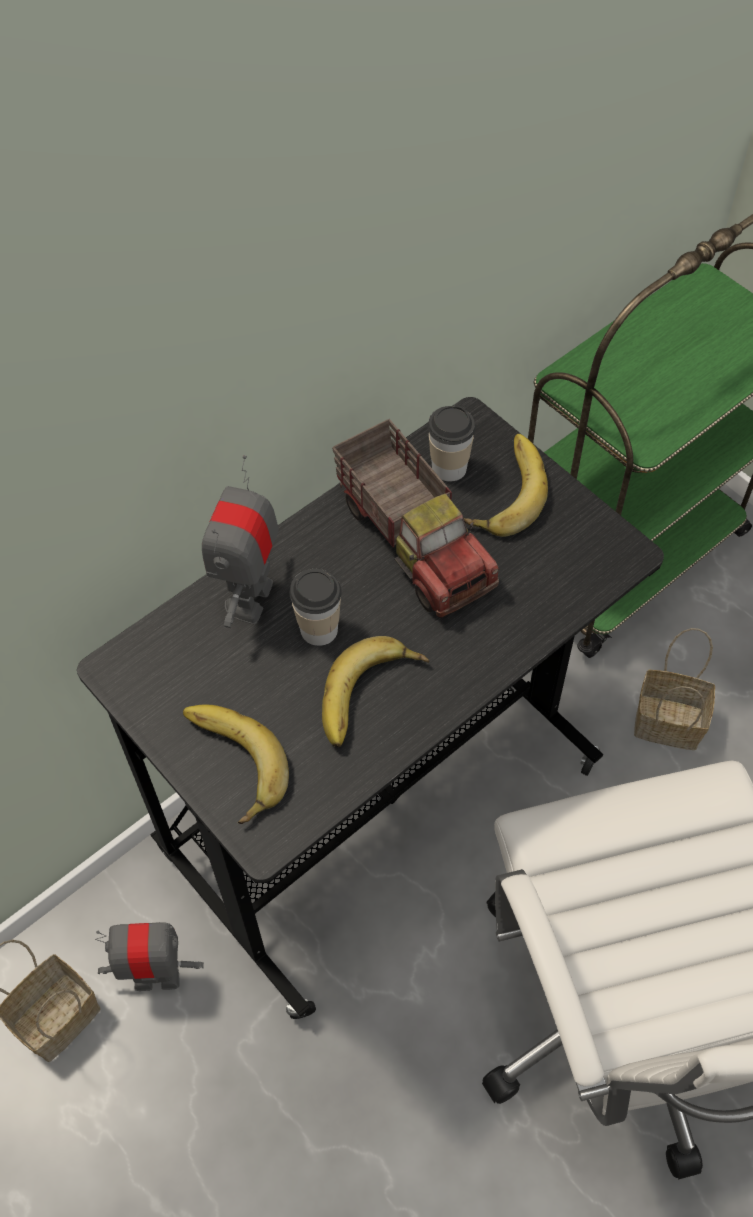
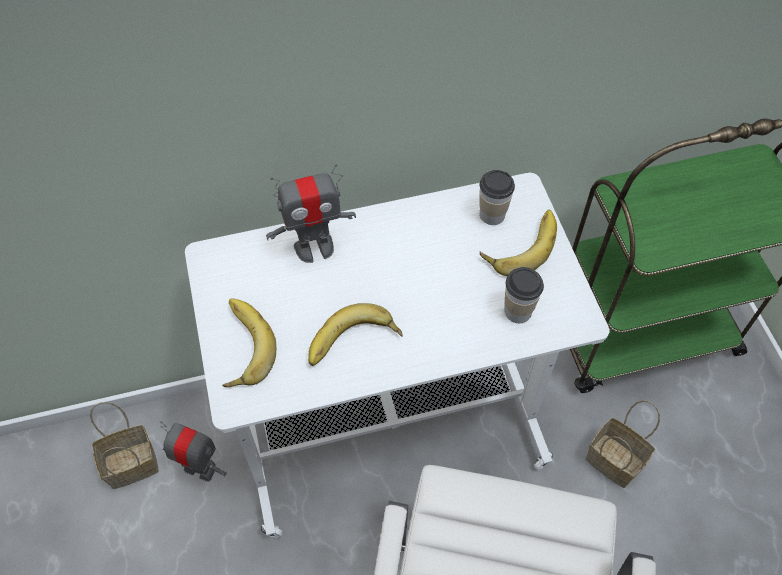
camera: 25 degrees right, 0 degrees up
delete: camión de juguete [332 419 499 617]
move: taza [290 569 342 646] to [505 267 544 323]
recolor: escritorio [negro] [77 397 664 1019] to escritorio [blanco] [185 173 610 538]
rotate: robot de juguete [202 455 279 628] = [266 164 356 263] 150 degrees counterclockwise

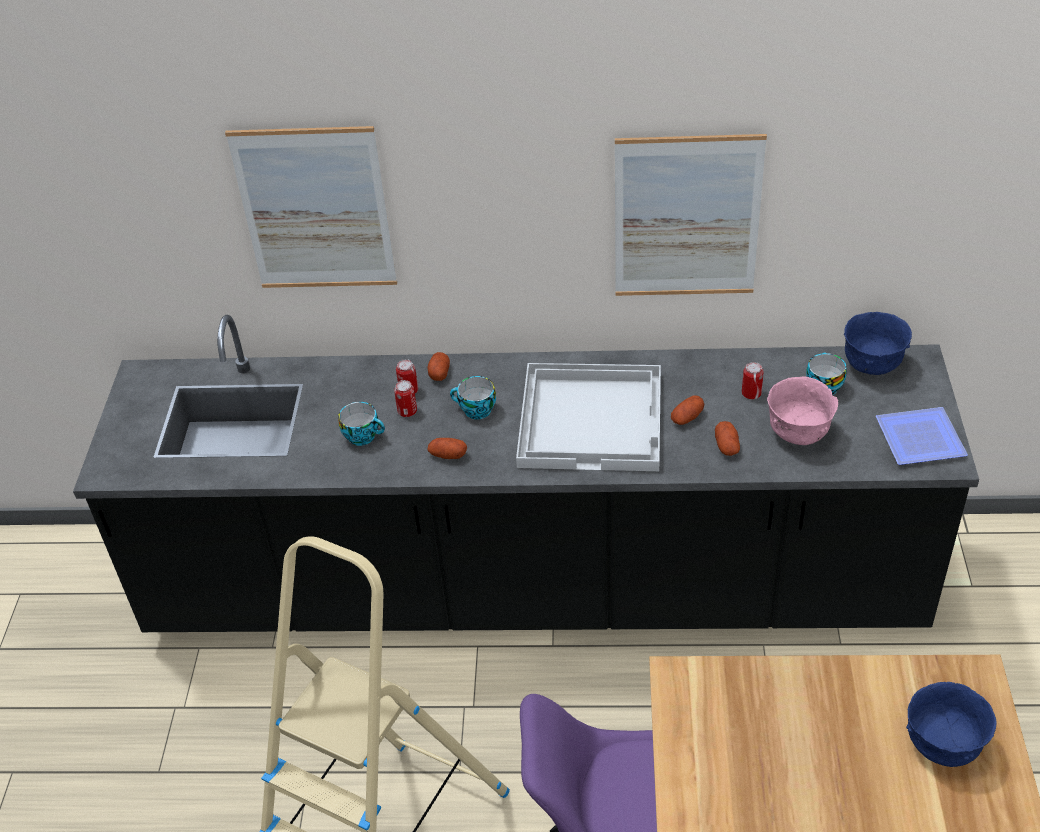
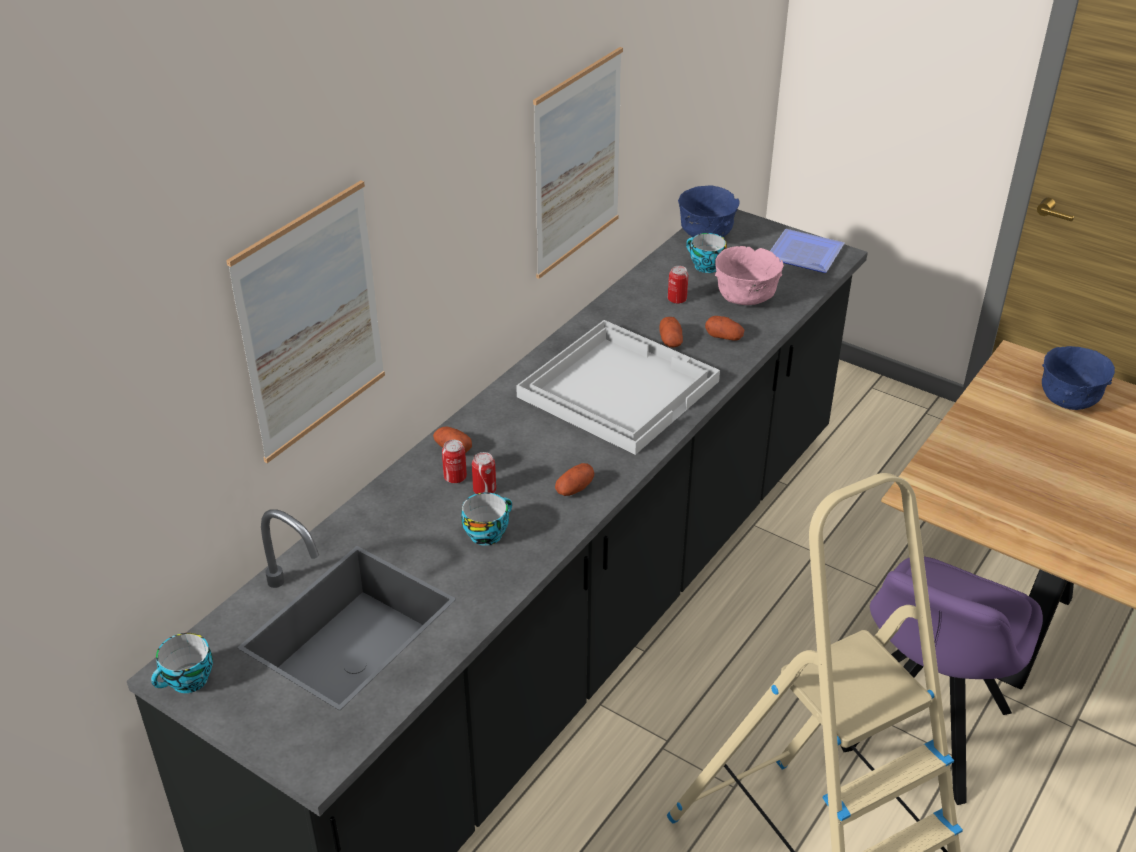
camera: 60 degrees left, 5 degrees down
move: taza [450 376 496 419] to [151 633 213 693]

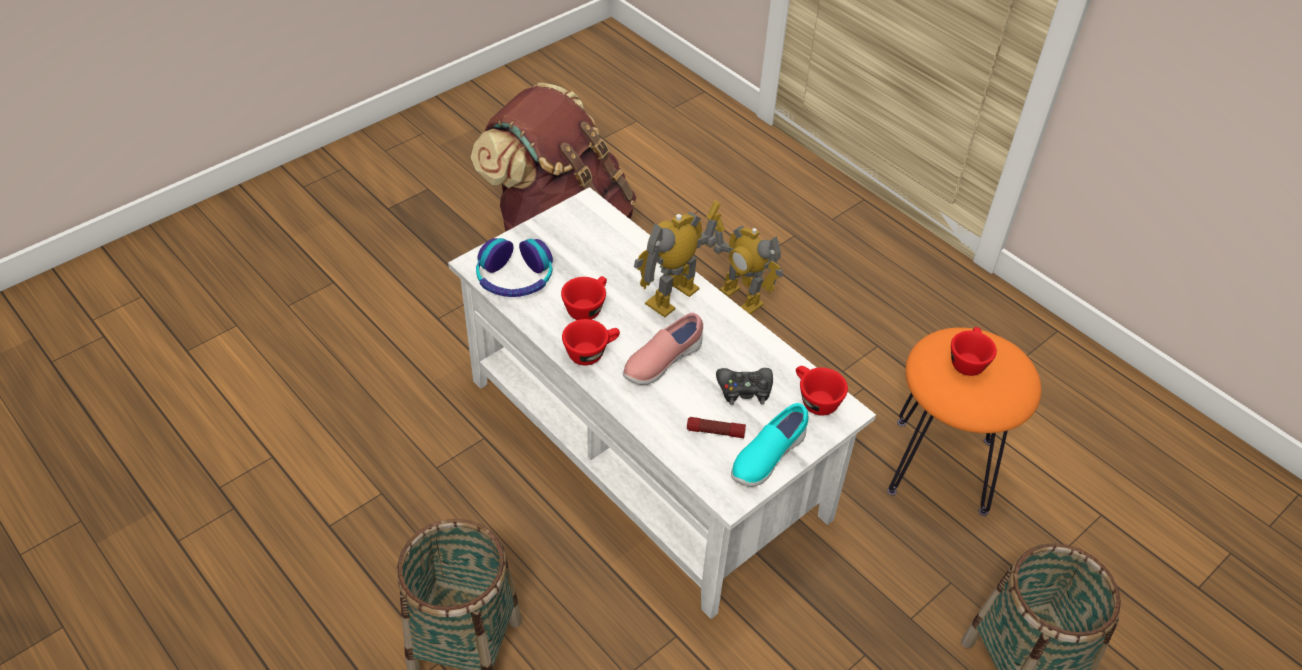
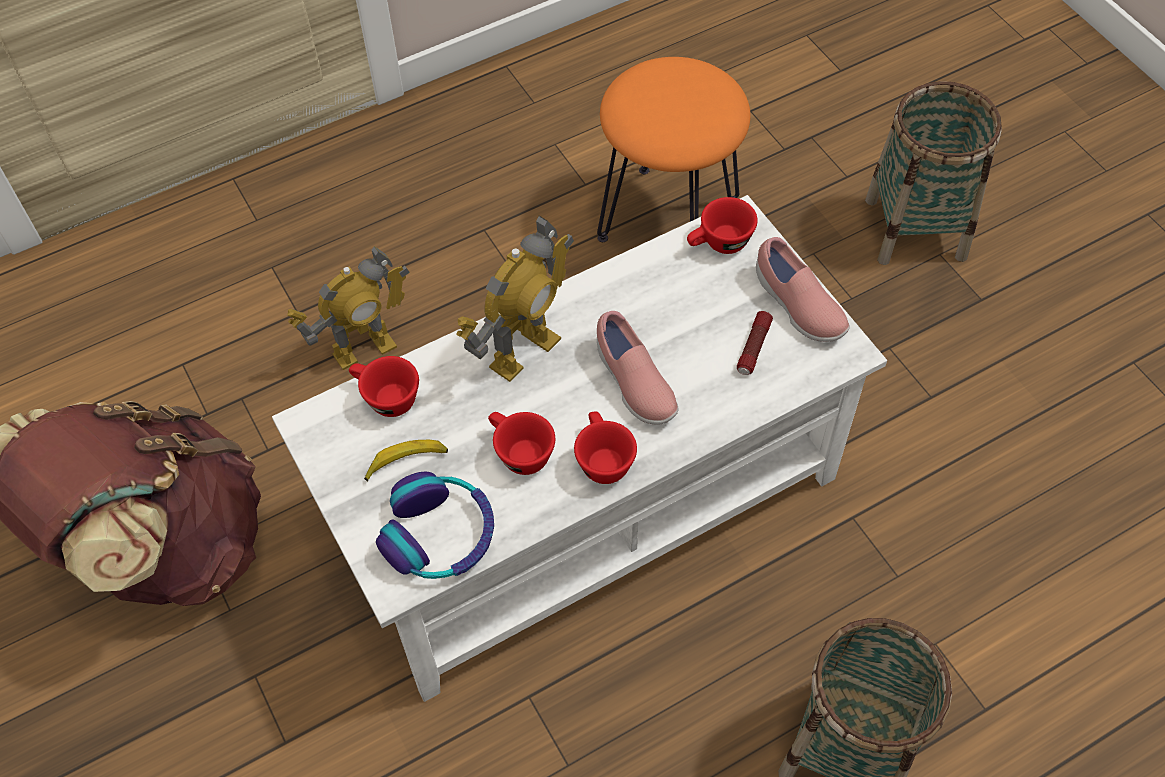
camera: 75 degrees left, 10 degrees up
delete: mando de consola [negro] [716 368 773 405]
insert: plátano [364 440 448 481]
move: taza [rojo] [951 327 997 376] to [349 356 419 417]
recolor: zapato [turquesa] [731 403 808 487] to zapato [rosa] [756 237 850 342]
rotate: robot de juguete [634 201 722 317] = [456 215 574 382] 105 degrees counterclockwise

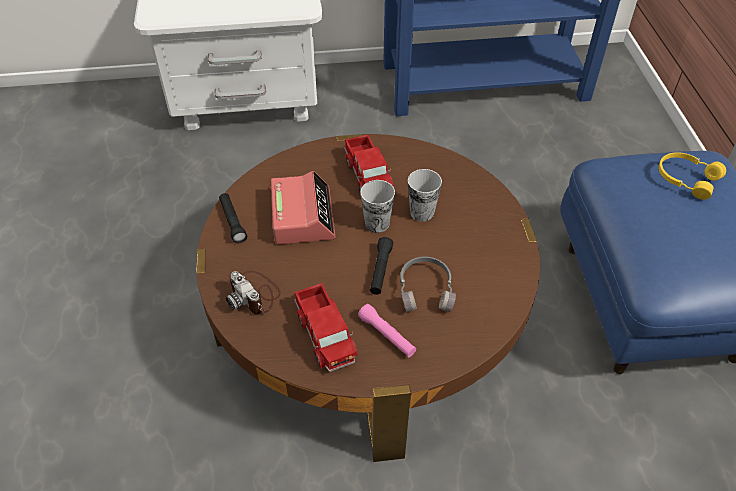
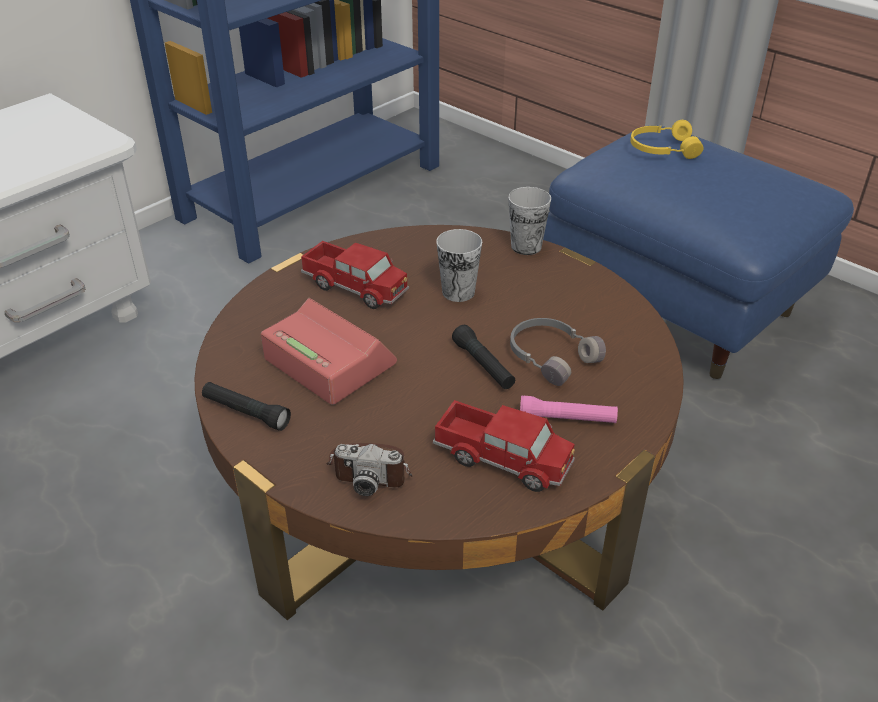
camera: 40 degrees left, 10 degrees down
move: taza [360 180 395 233] to [508 187 551 255]

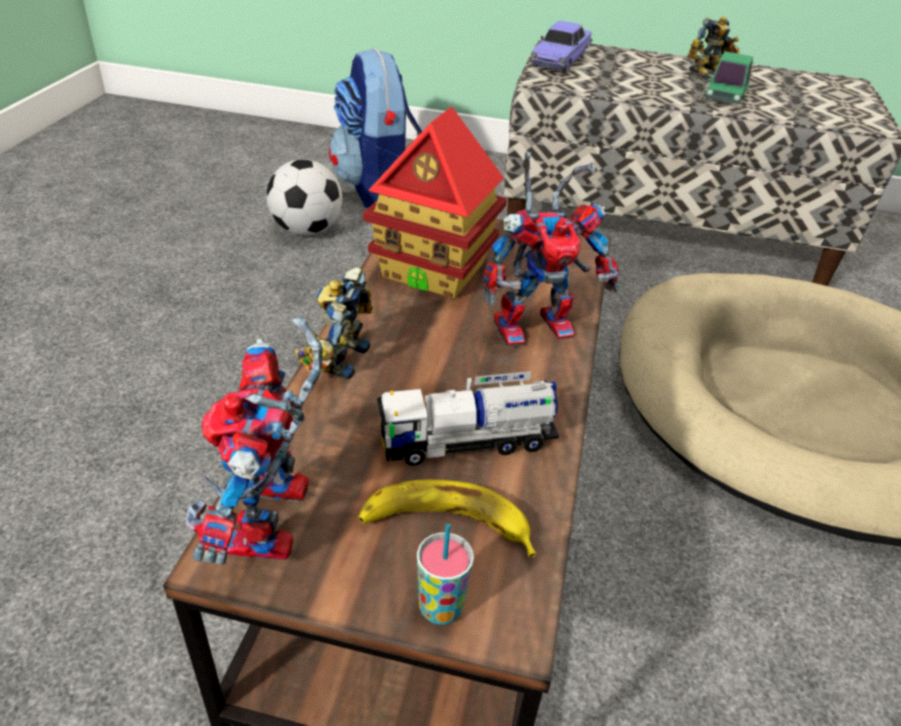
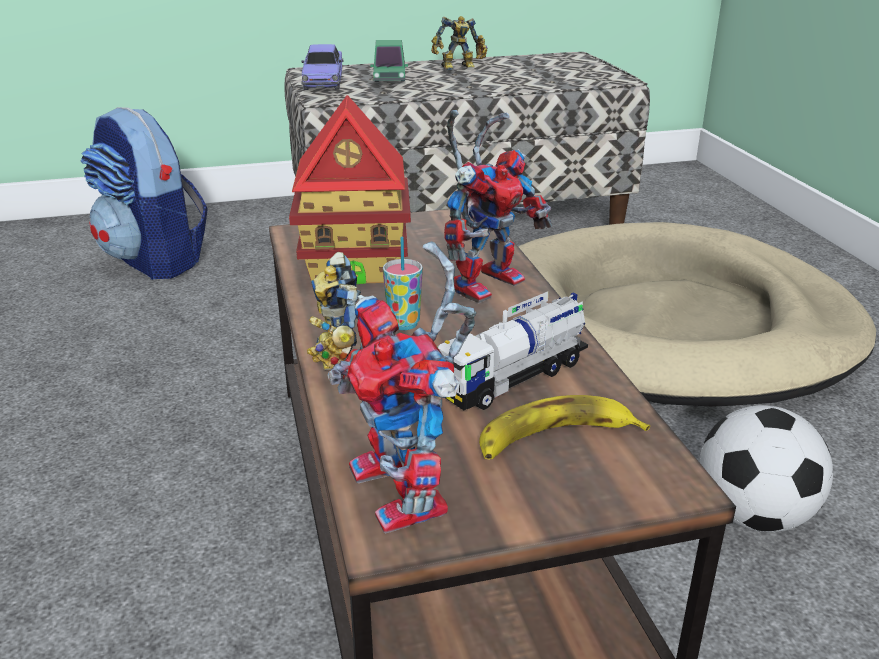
camera: 25 degrees left, 10 degrees down
move: coche de juguete [705 51 753 104] to [370 40 408 82]; balón de fútbol [266 159 342 235] to [699 405 833 532]; taza [417 524 474 625] to [383 237 423 330]
rotate: robot de juguete [688 17 740 76] = [431 16 487 70] 45 degrees clockwise

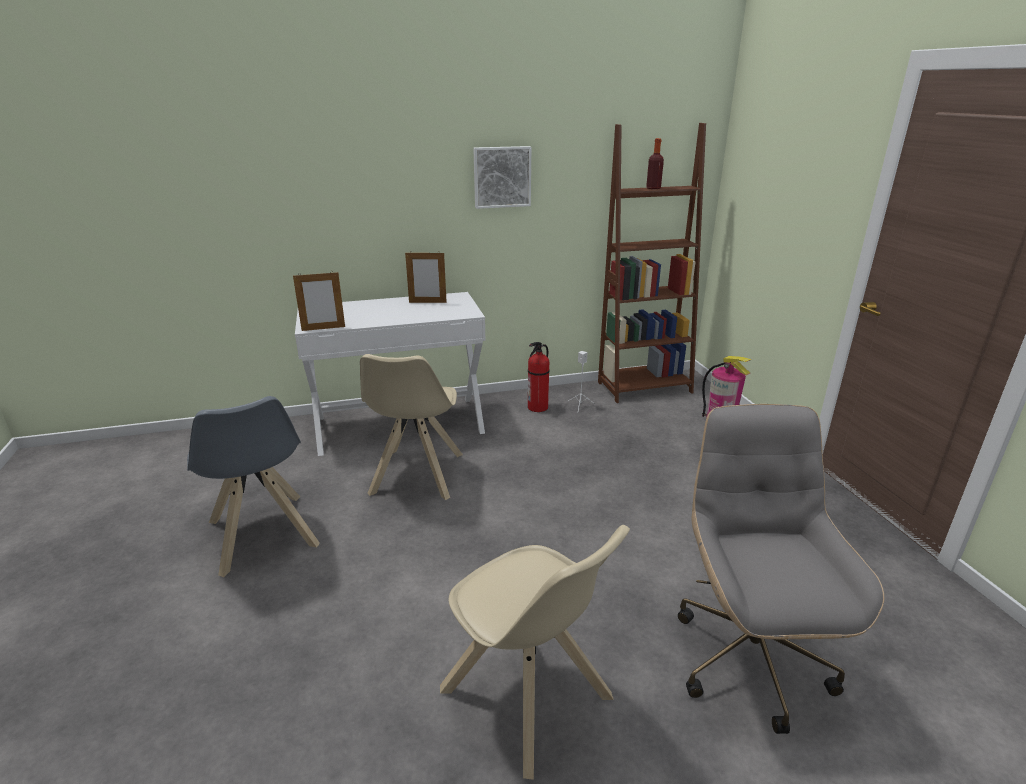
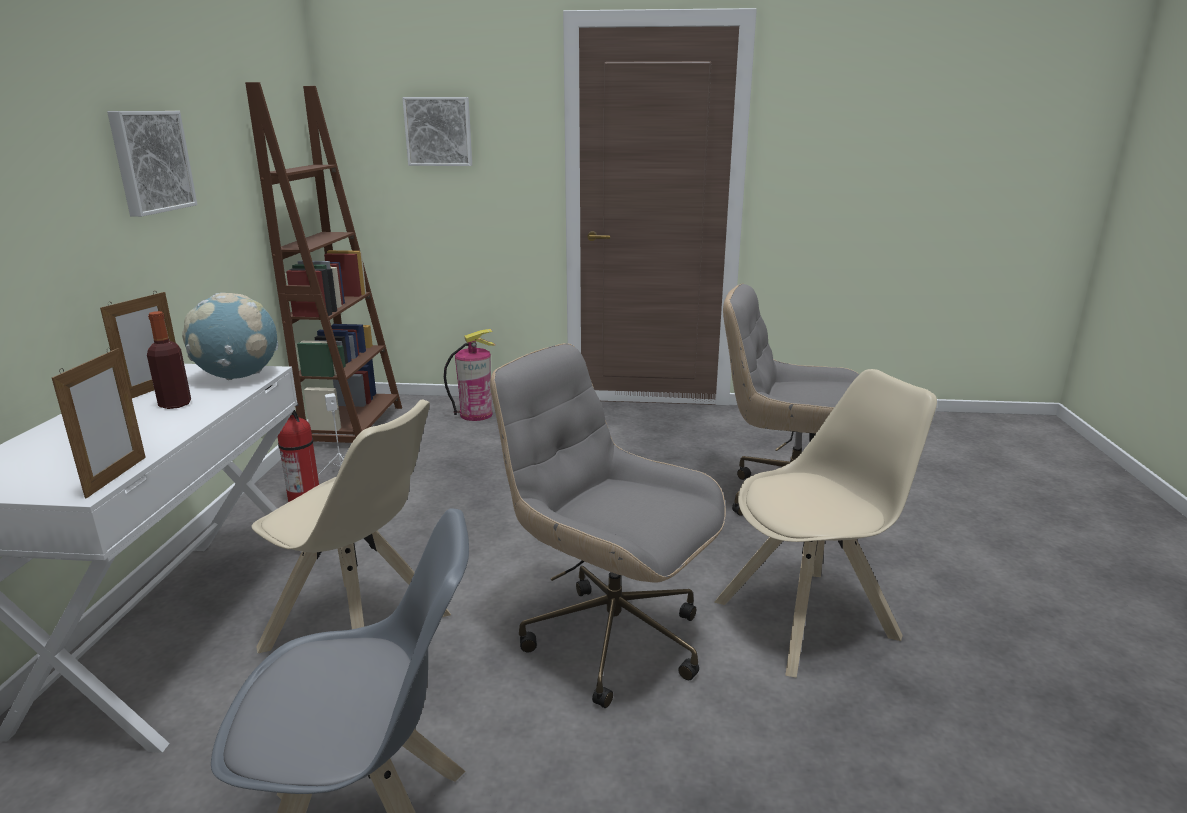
camera: 70 degrees left, 5 degrees down
insert: cuadro [402 97 472 166]; globo terráqueo [182 293 279 380]; silla de oficina [gris] [490 343 726 708]
move: botella [646 138 664 189] to [147 311 191 409]

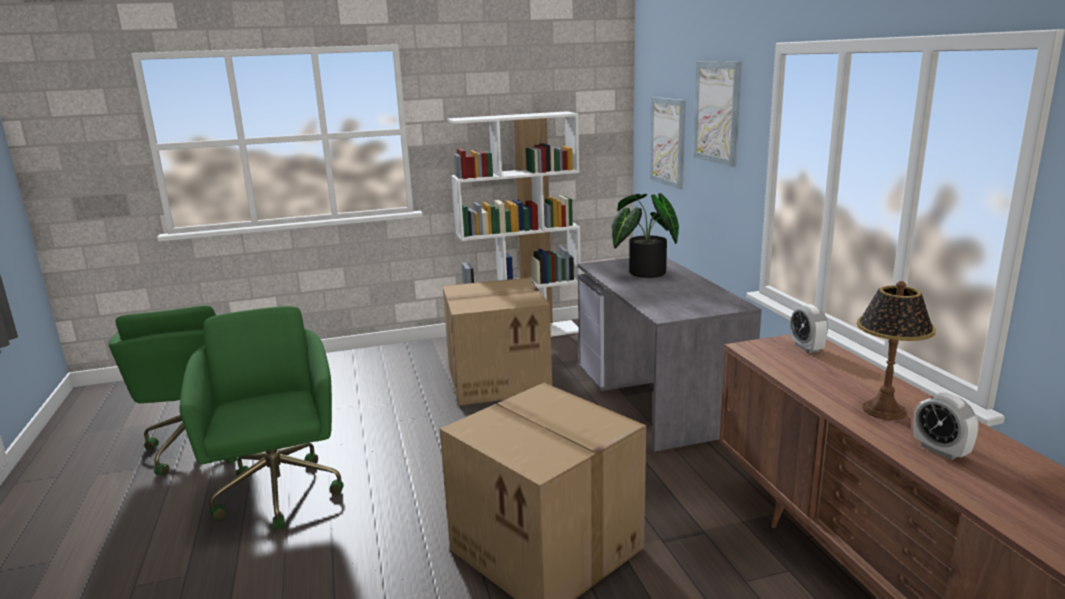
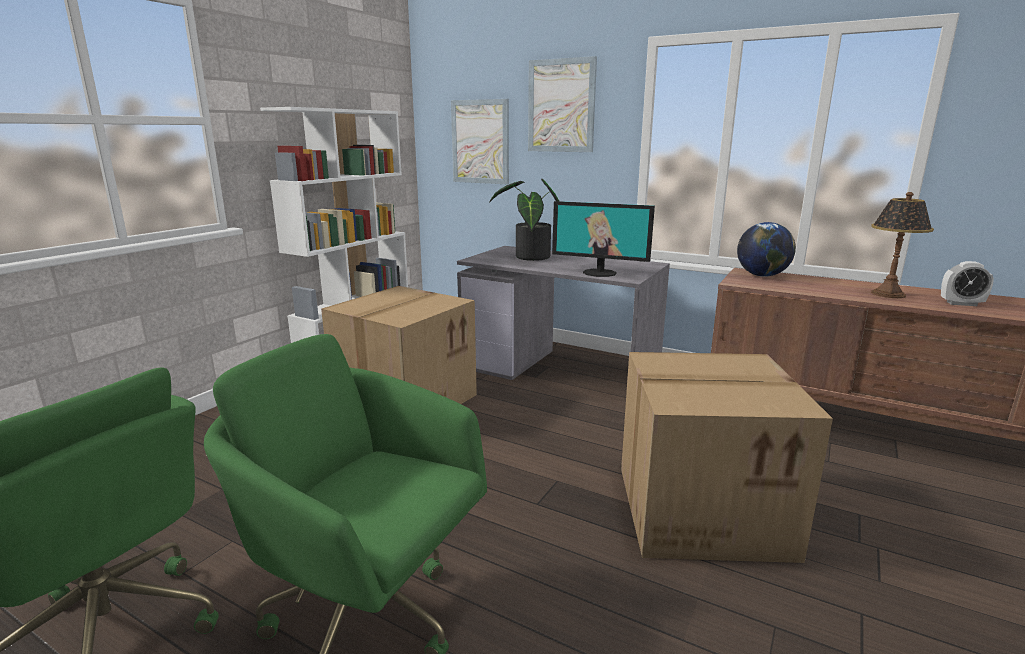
camera: 45 degrees left, 0 degrees up
insert: monitor [552 201 655 277]
replace: despertador [791 304 828 353] to globo terráqueo [737 222 796 277]

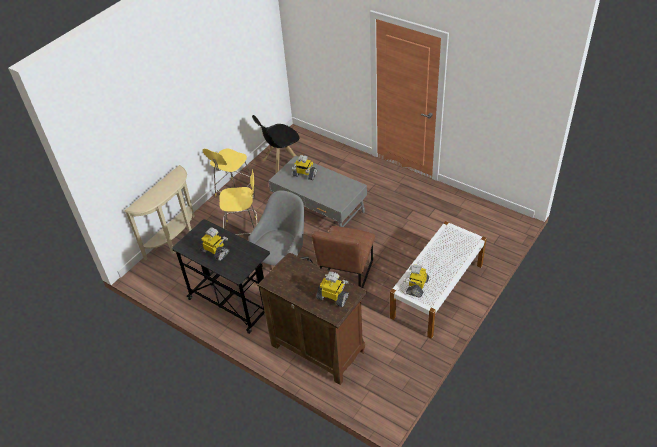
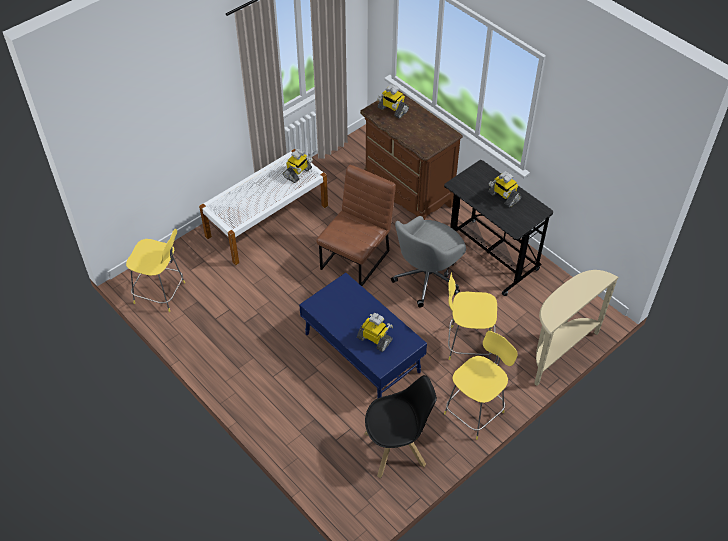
camera: 170 degrees left, 5 degrees up
insert: taburete [amarillo] [126 229 185 312]
recolor: mesa de centro [gris] [268 155 367 227] to mesa de centro [azul] [299 273 427 398]

